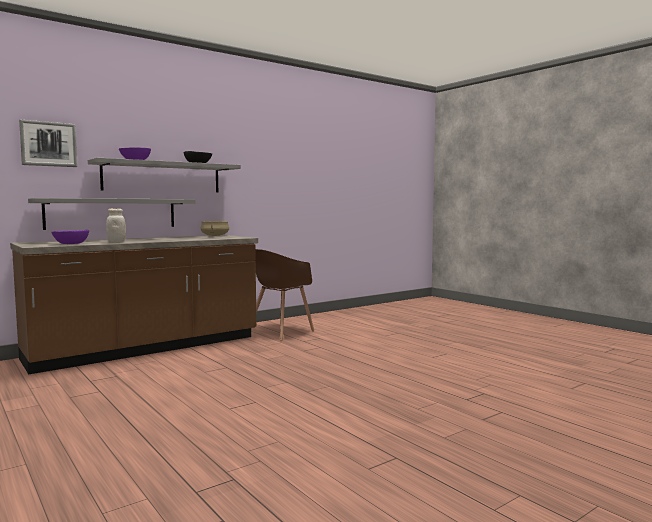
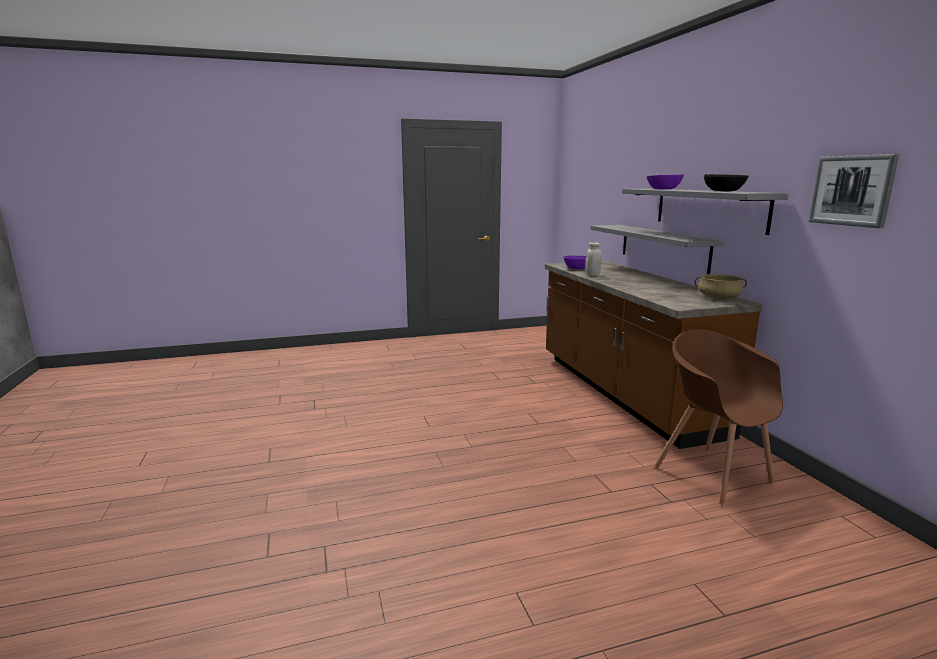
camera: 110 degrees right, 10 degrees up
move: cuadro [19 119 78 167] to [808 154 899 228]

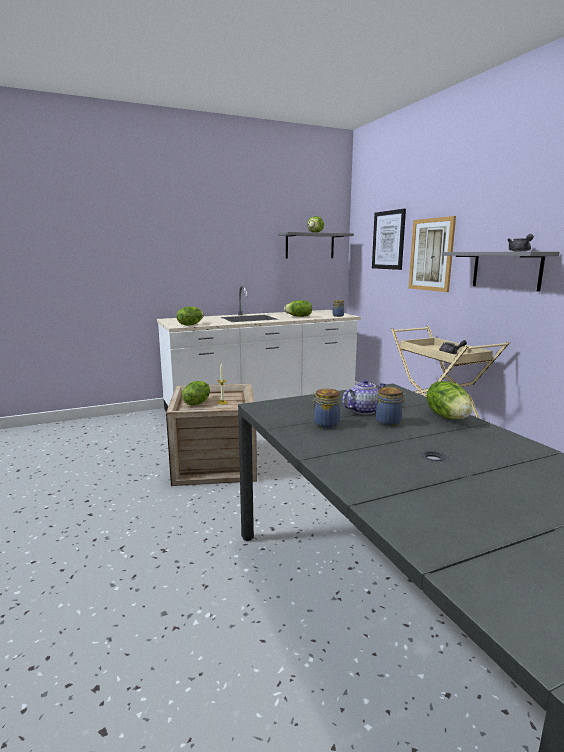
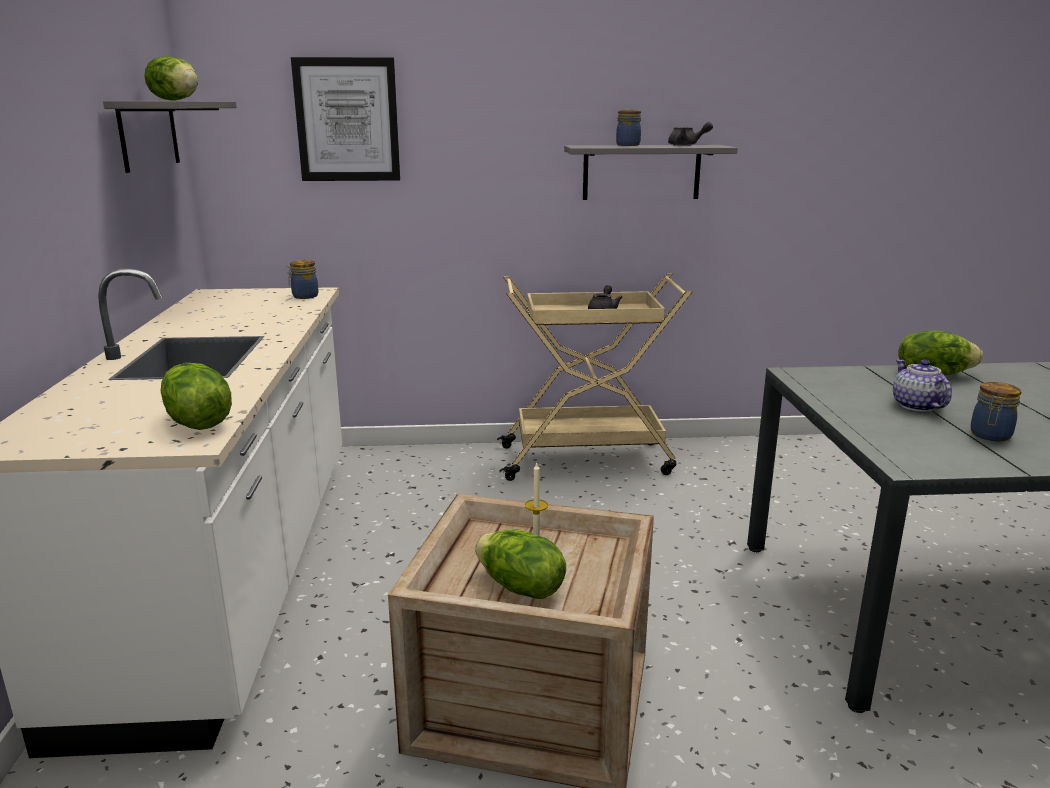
camera: 70 degrees left, 5 degrees up
delete: cuadro [409 216 456 292]; lechuga [284 300 312 317]
move: tarro [376 387 406 426] to [616 109 641 146]

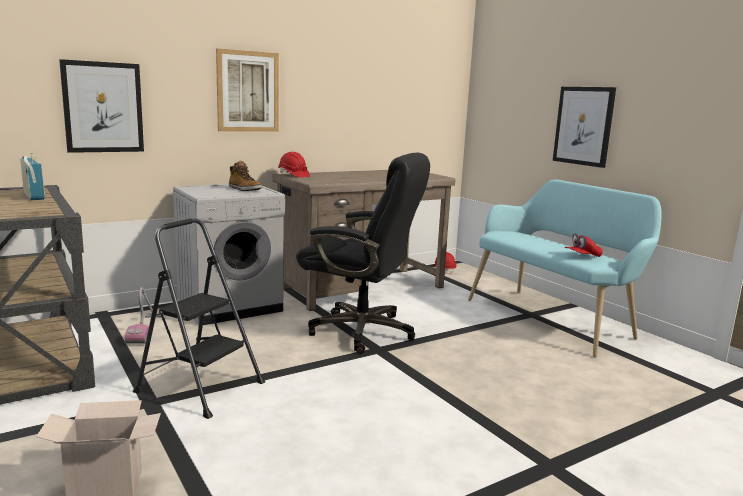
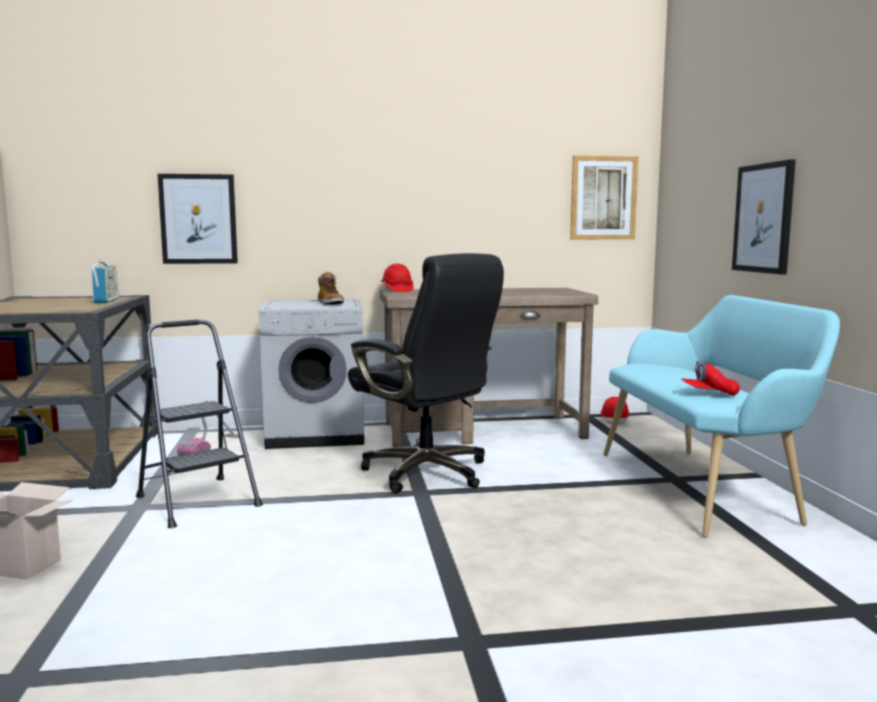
camera: 25 degrees right, 5 degrees down
move: cuadro [216 48 279 132] to [570 156 638 240]

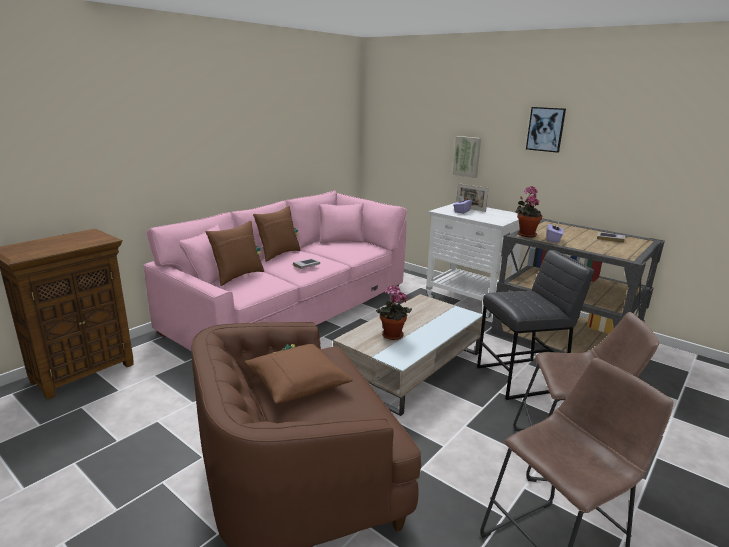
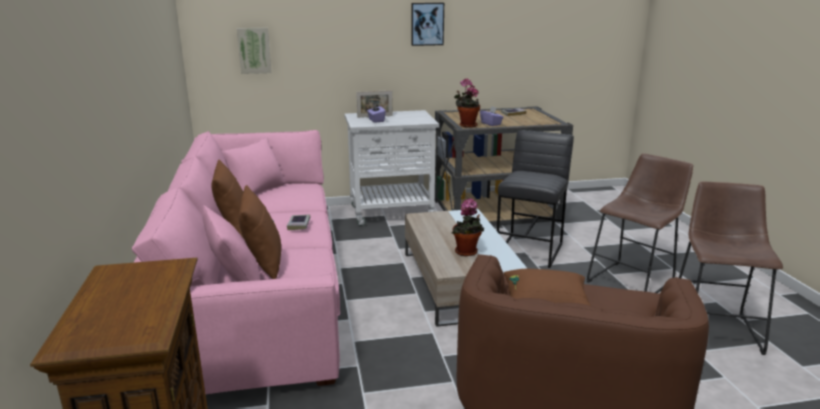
camera: 50 degrees left, 0 degrees up
move: cuadro [452 136 481 178] to [237 28 272 74]

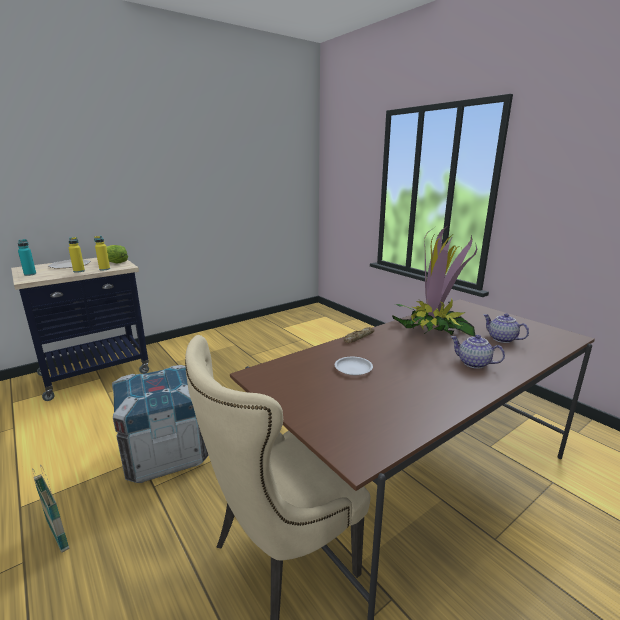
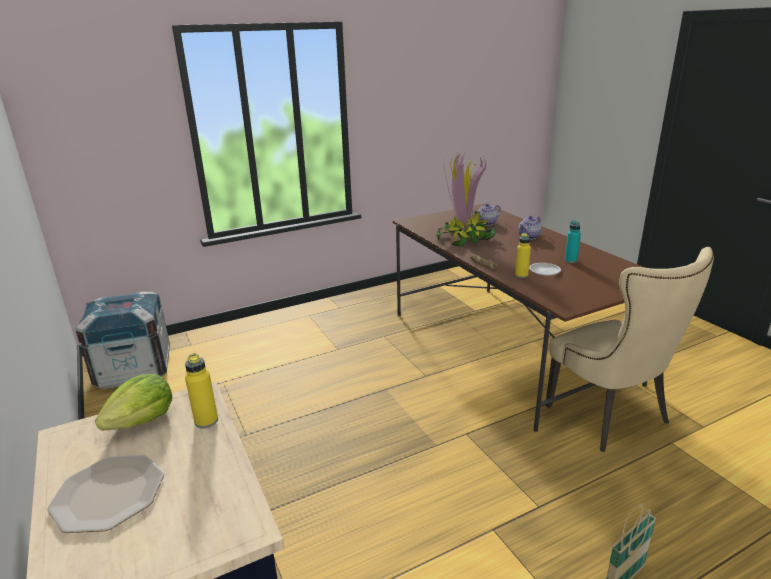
camera: 80 degrees left, 5 degrees up
move: botella [amarillo] [69 237 85 273] to [515 233 531 278]; botella [turquesa] [18 239 36 276] to [565 220 581 263]; caja de embalaje [112 365 209 483] to [75 292 170 389]

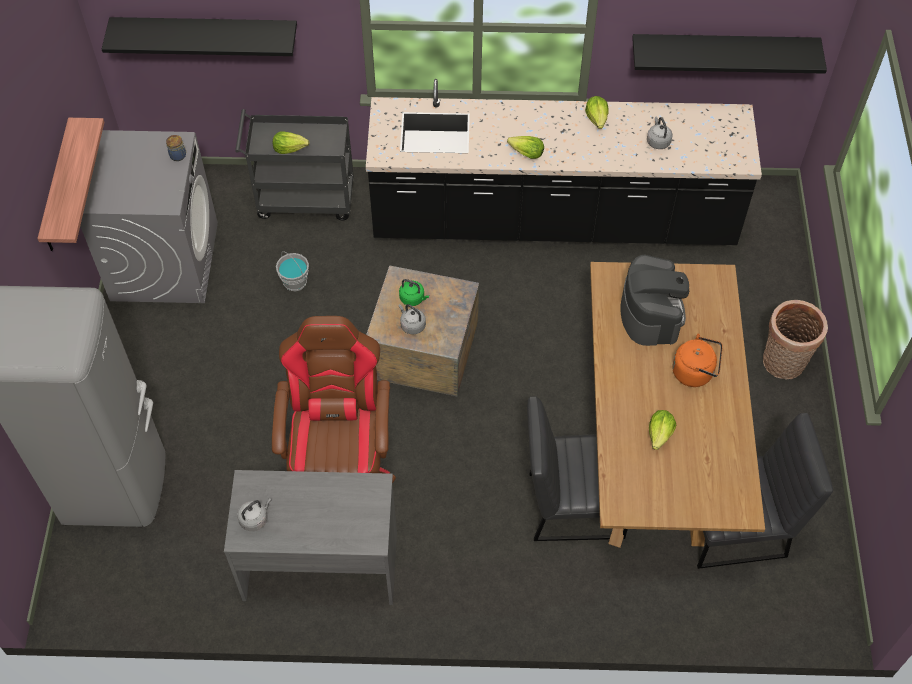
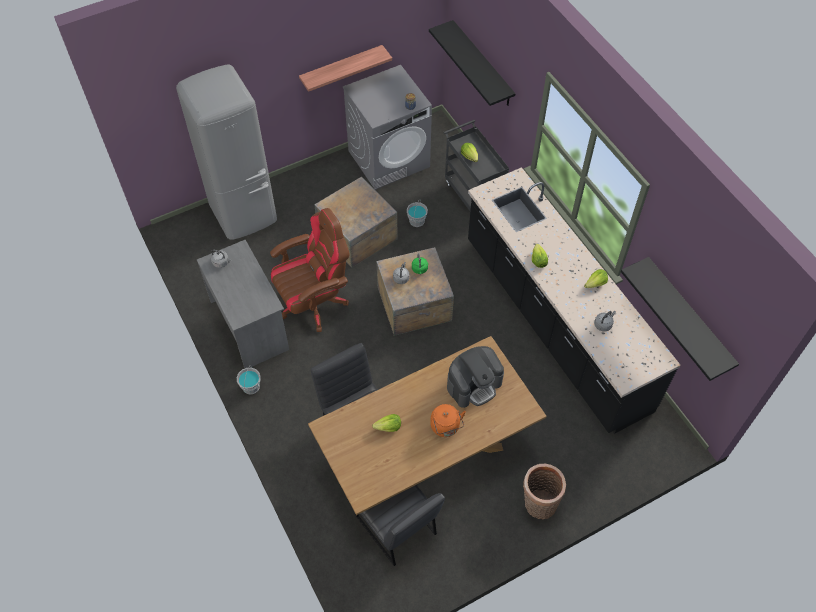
camera: 60 degrees right, 0 degrees up
insert: caja de embalaje [314 177 398 268]; cubo [gris] [237 365 261 395]

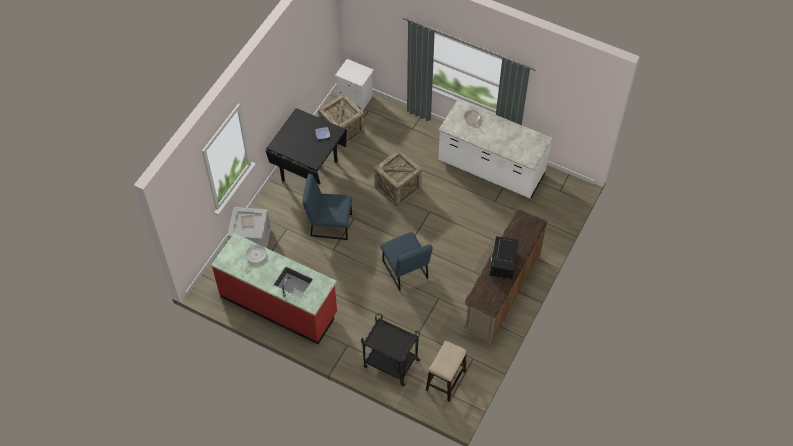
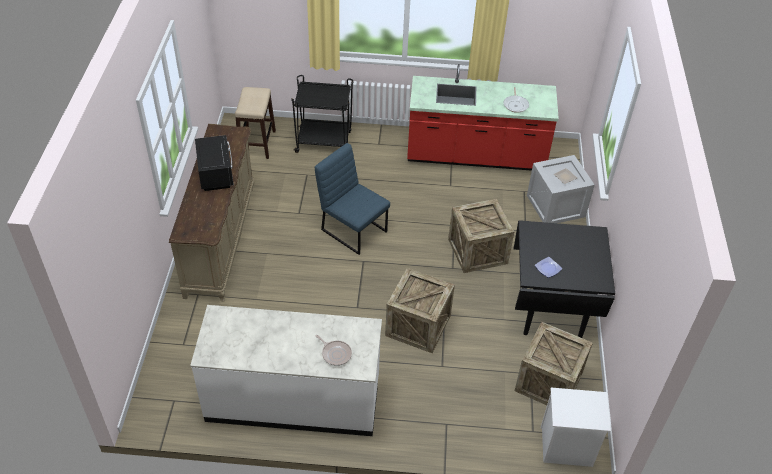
camera: 155 degrees right, 10 degrees down
replace: silla [azul] [302 174 352 240] to caja de embalaje [448 199 514 273]

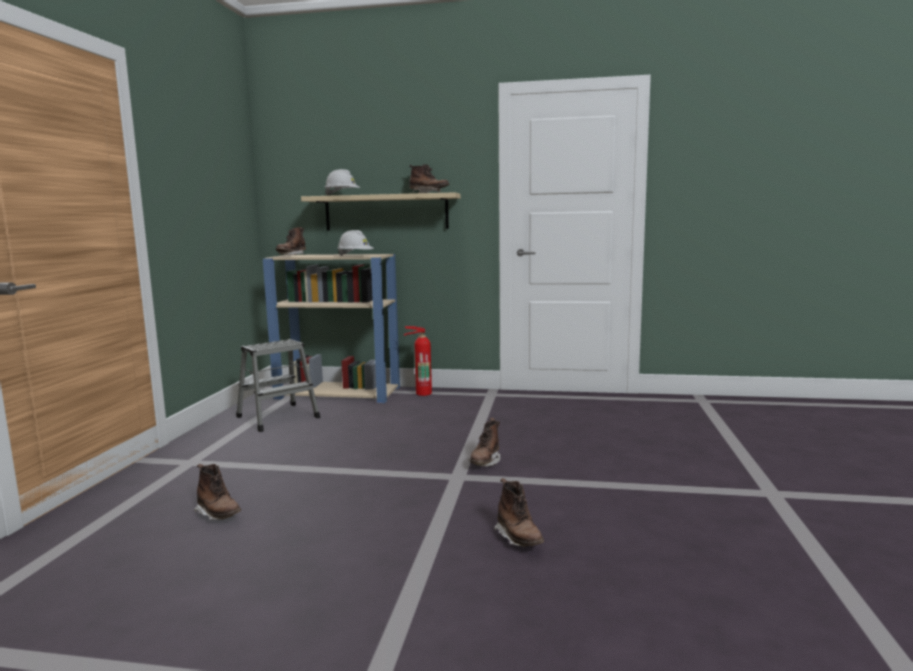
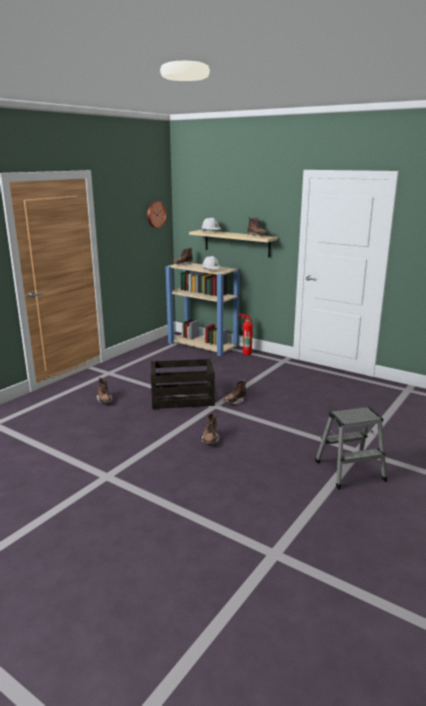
camera: 25 degrees right, 10 degrees up
insert: reloj de pared [147 201 167 228]; caja de embalaje [151 359 215 409]
move: escalera de tijera [gris] [236 339 321 432] to [315 407 387 490]

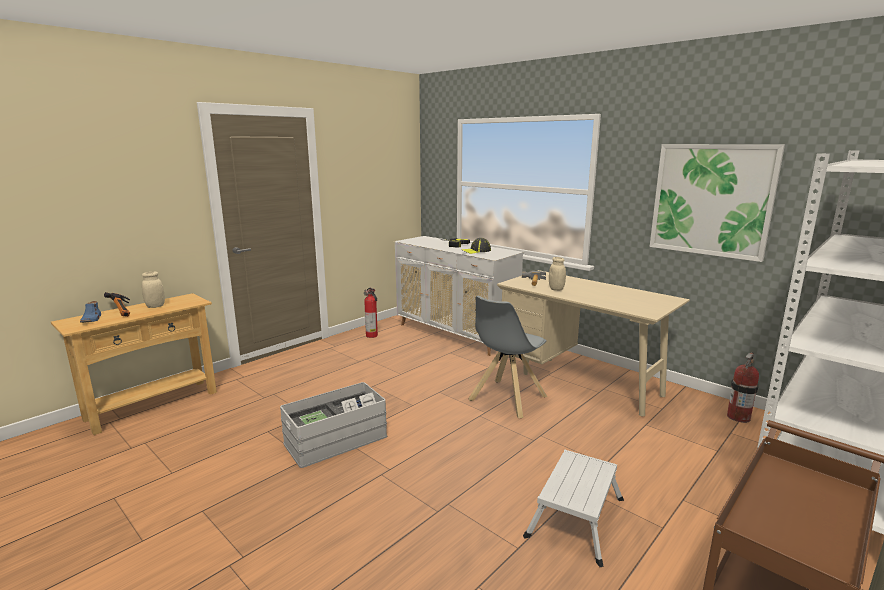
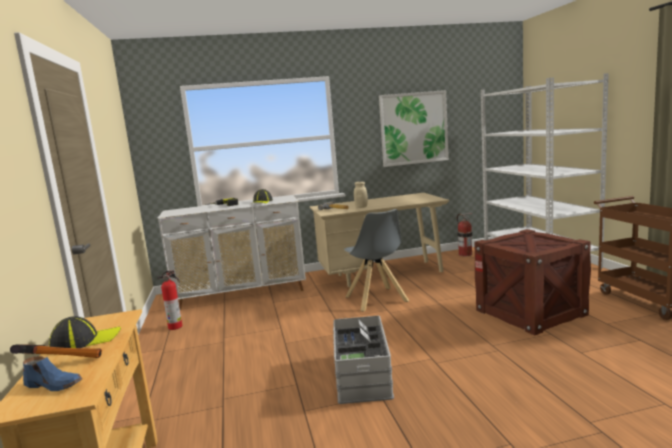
camera: 55 degrees left, 5 degrees down
replace: tarro [beis] [142 271 165 308] to gorra [49 316 121 348]; escalera de tijera [blanco] [523 450 624 567] to caja de embalaje [474 229 591 336]

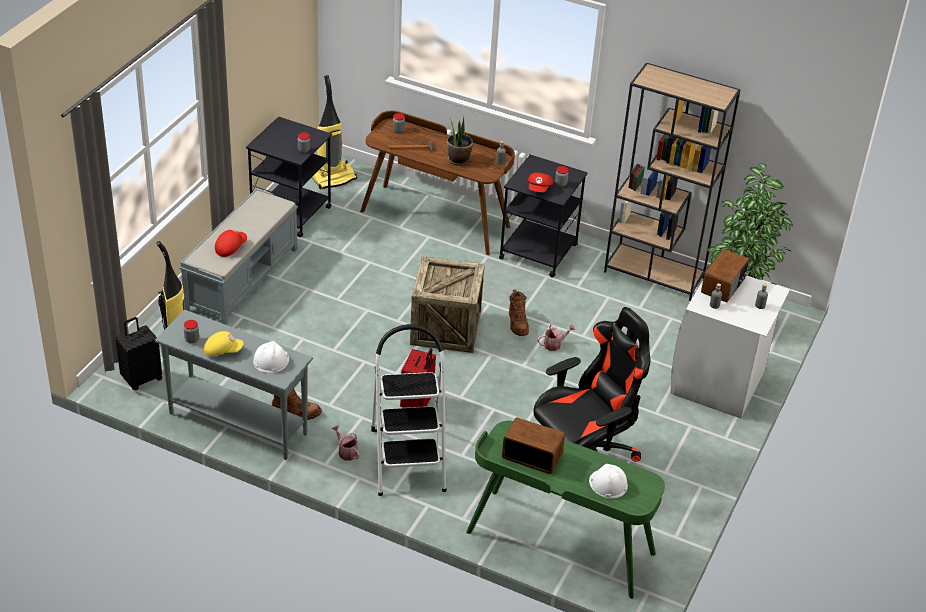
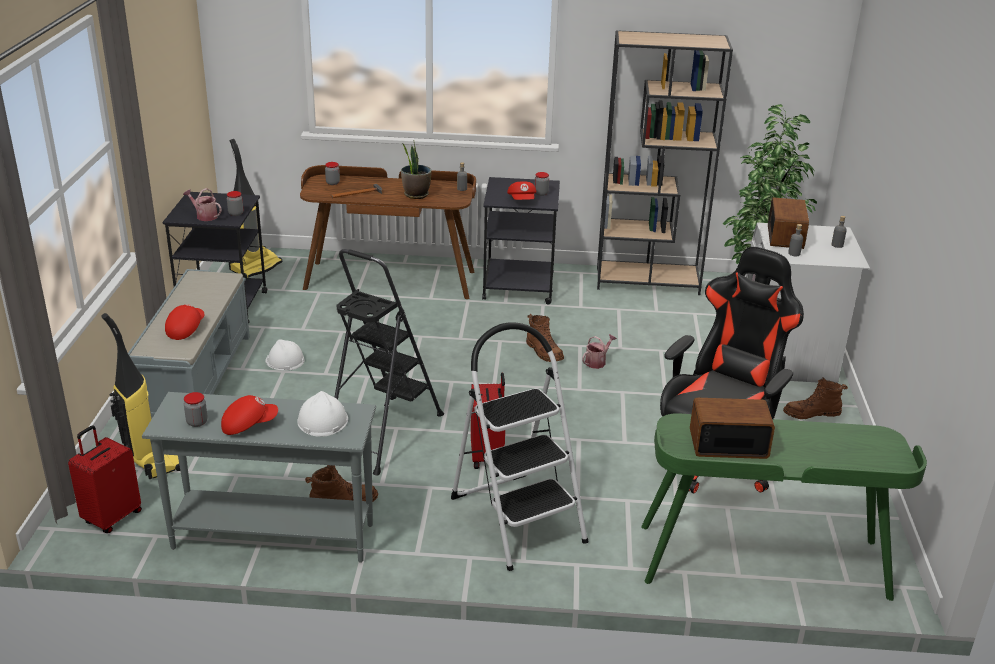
camera: 20 degrees left, 10 degrees down
delete: caja de embalaje [410 256 485 353]
insert: escalera de tijera [335 249 444 475]; bota [marrón] [783 378 848 419]
move: regadera [332 425 359 461] to [183 188 222 221]; casco [blanco] [589 464 628 499] to [265 340 305 371]
recolor: maleta [negro] [116 317 162 390] to maleta [rojo] [68 425 142 533]; gorra [amarillo] [204 331 244 356] to gorra [rojo] [221 395 278 435]

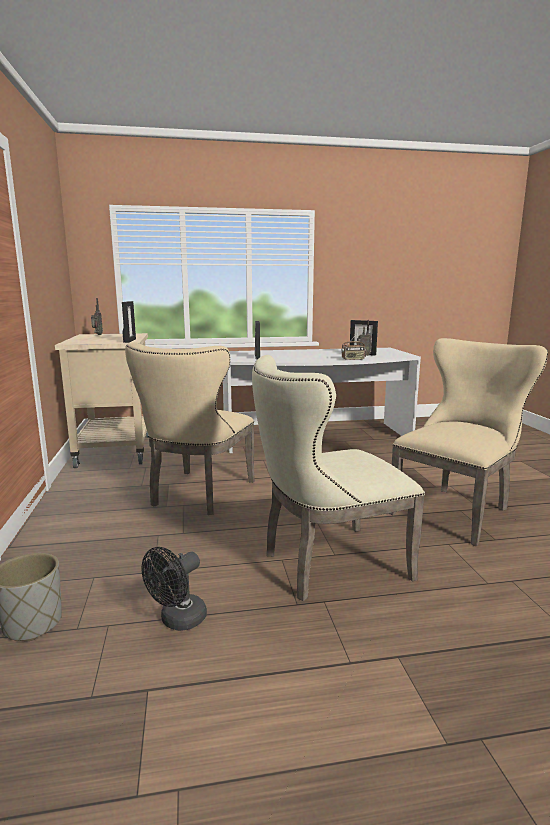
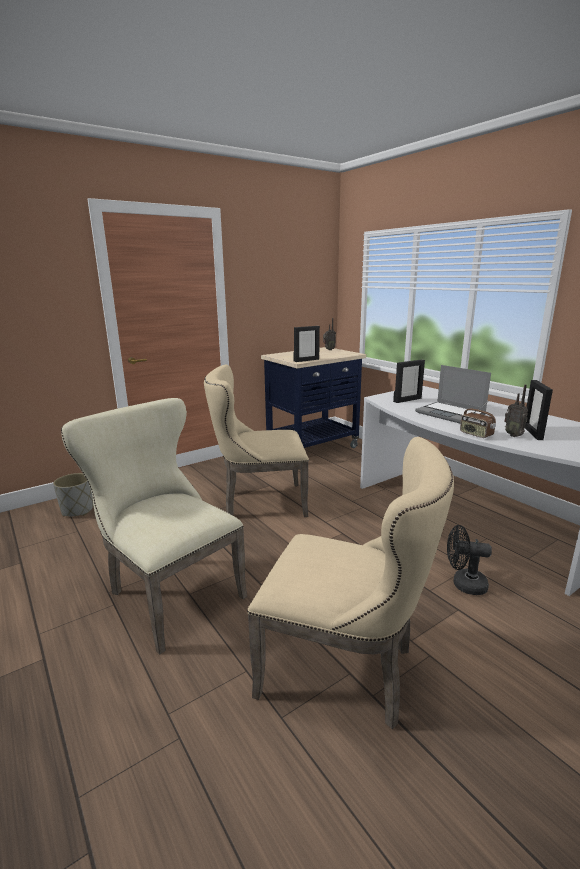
camera: 65 degrees right, 5 degrees up
insert: portátil [415 365 491 423]
move: ventilador [negro] [142 547 207 631] to [447 525 492 595]
recolor: carrito [beis] [55 333 148 468] to carrito [azul] [261 347 366 448]

